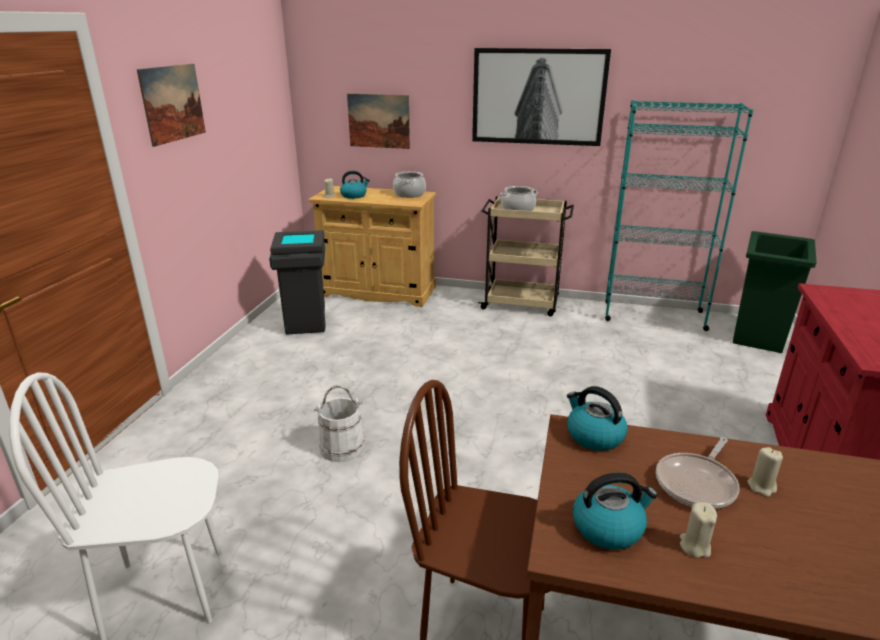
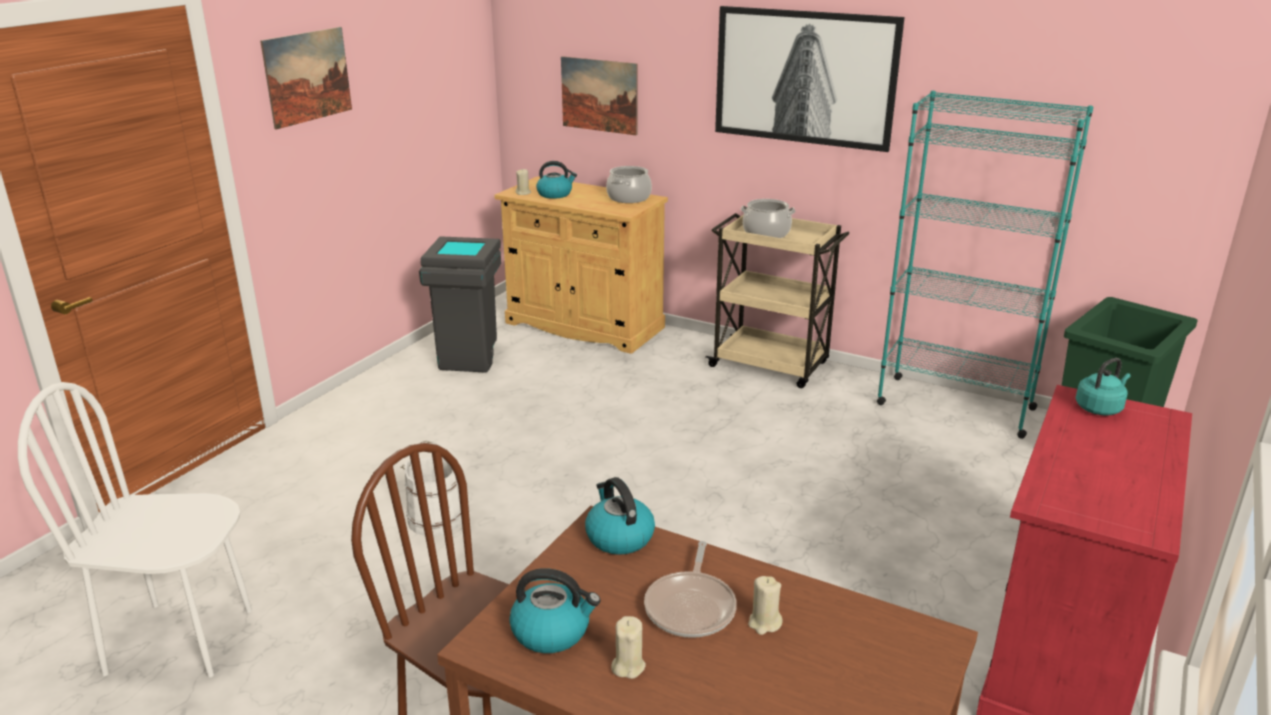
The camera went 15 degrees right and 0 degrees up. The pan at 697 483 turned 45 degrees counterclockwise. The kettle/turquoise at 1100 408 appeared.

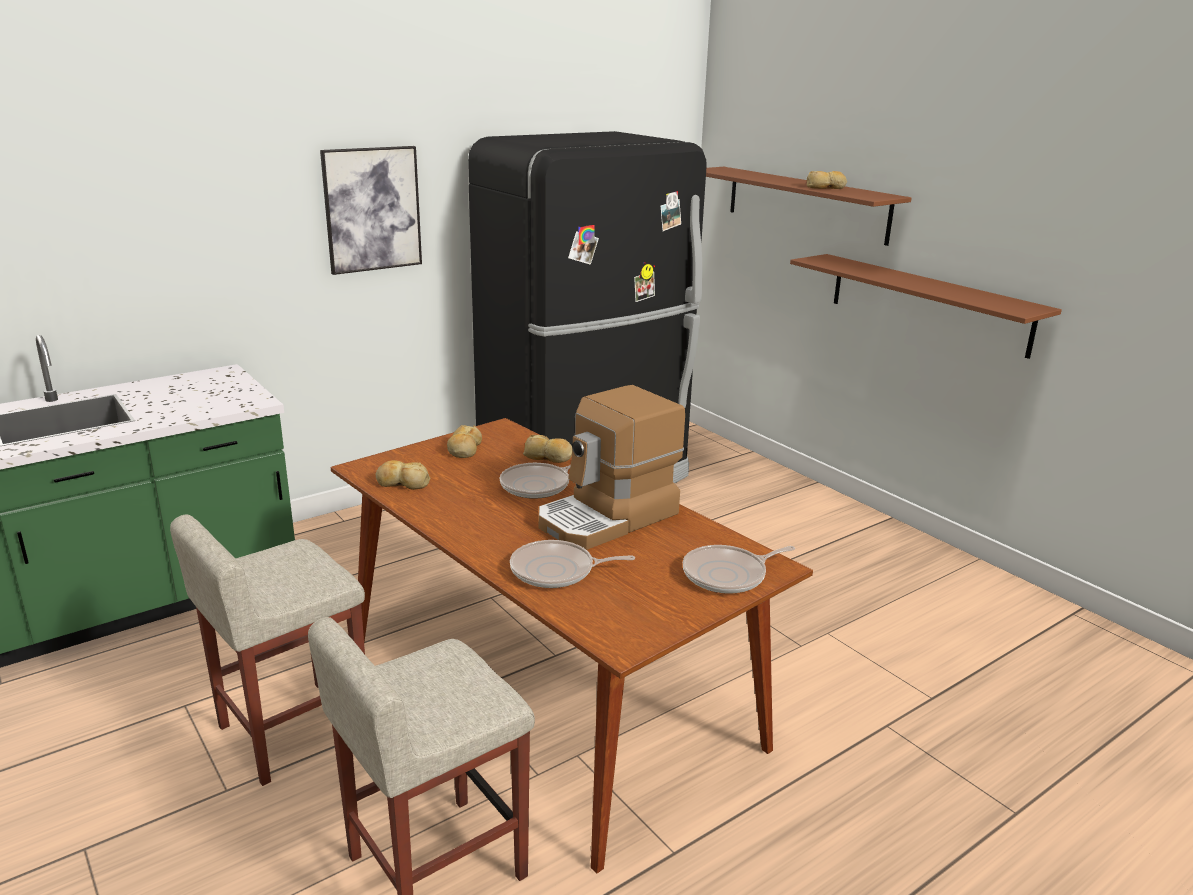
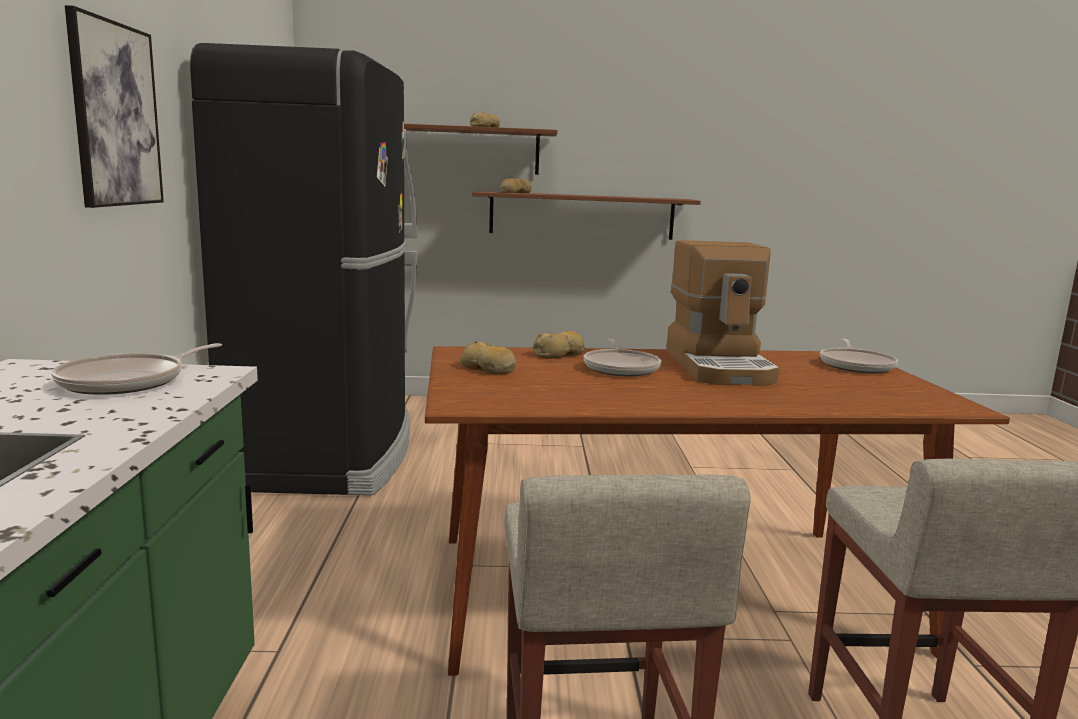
The camera went 55 degrees left and 10 degrees down. The baked bread moved from 402 483 to 515 192. The pan moved from 557 571 to 128 381.

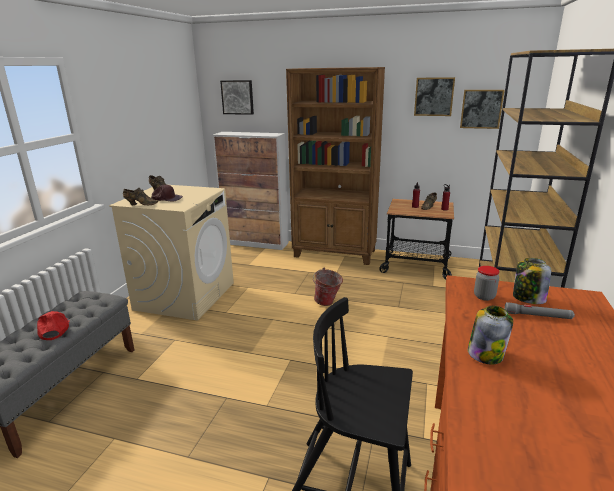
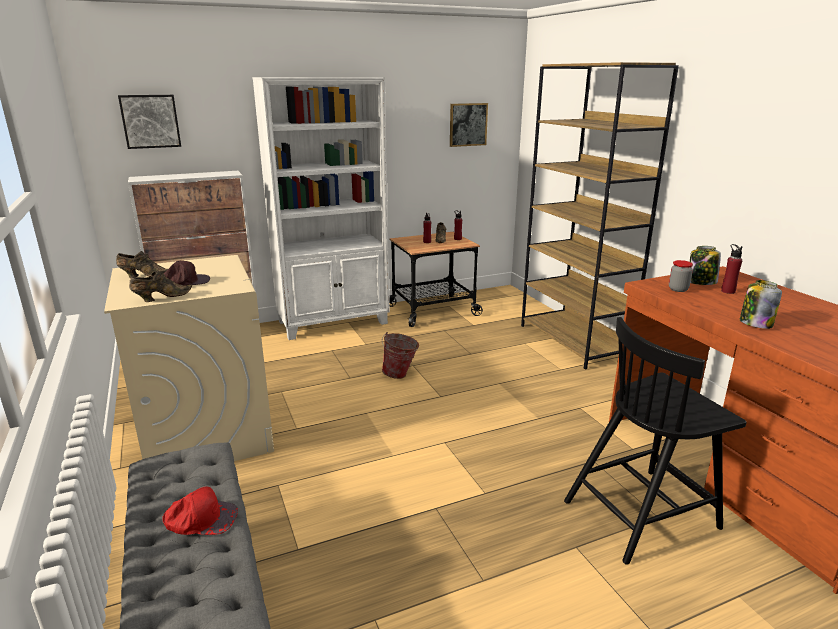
The camera went 40 degrees left and 0 degrees up. The bookcase/brownish at 335 254 became the bookcase/white at 334 323. The wall picture at 434 96 disappeared. The hand torch/grey at 538 316 was replaced by the beverage bottle/red at 728 291. The cap/red at 54 329 turned 150 degrees clockwise.

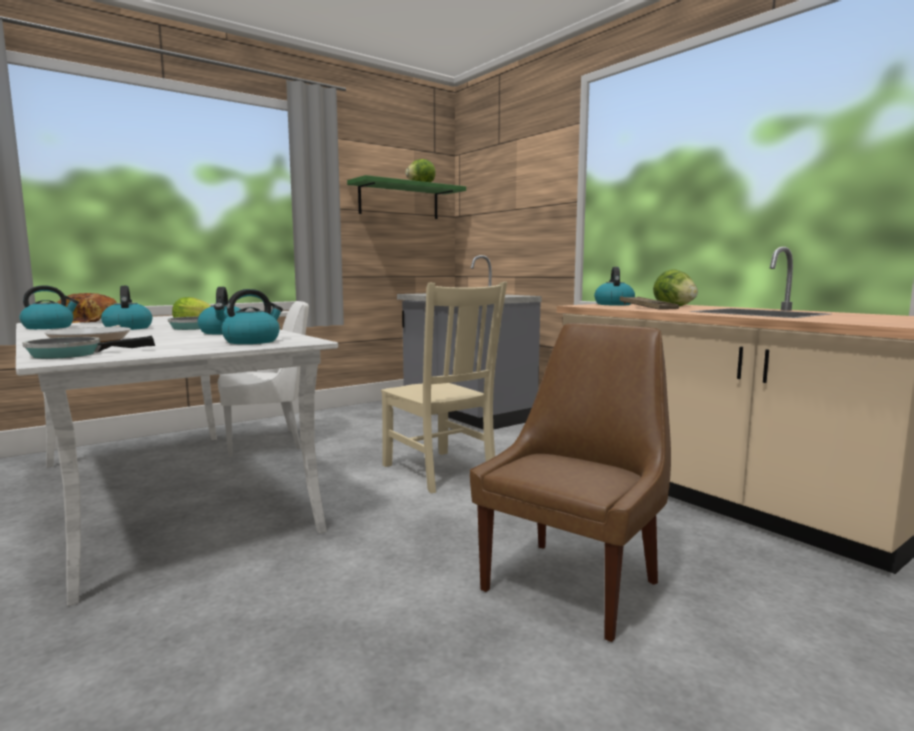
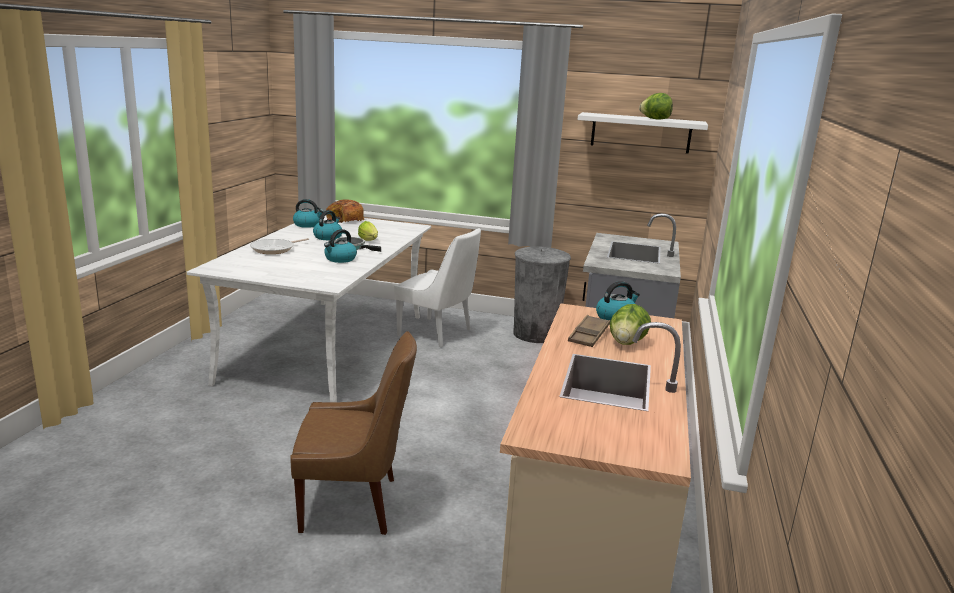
The camera went 50 degrees right and 10 degrees up. The shelf/greenish at 399 201 became the shelf/white at 640 133. The chair/beige at 440 472 disappeared. The kettle at 252 341 disappeared. The pan at 72 354 disappeared. The waste bin/grey at 535 334 appeared.

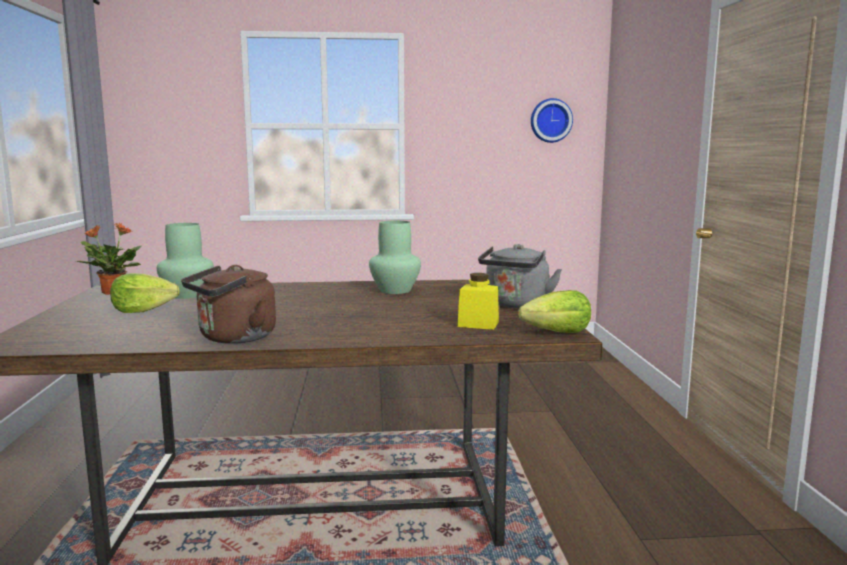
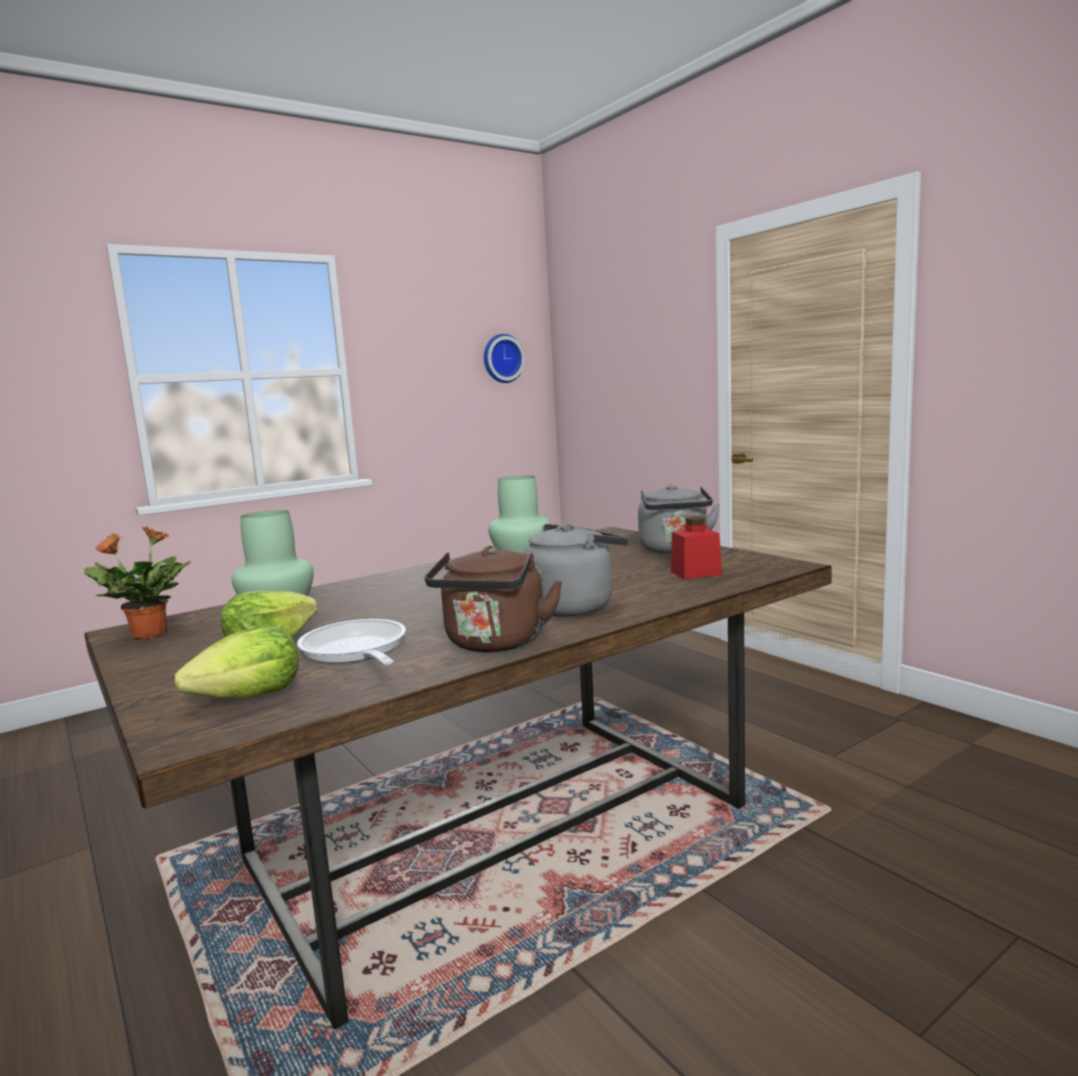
The camera went 30 degrees left and 0 degrees up. The jar/yellow-coloured at 478 324 became the jar/red at 696 573. The head of lettuce moved from 557 332 to 250 696. The kettle/grey at 574 606 appeared. The pan at 355 651 appeared.

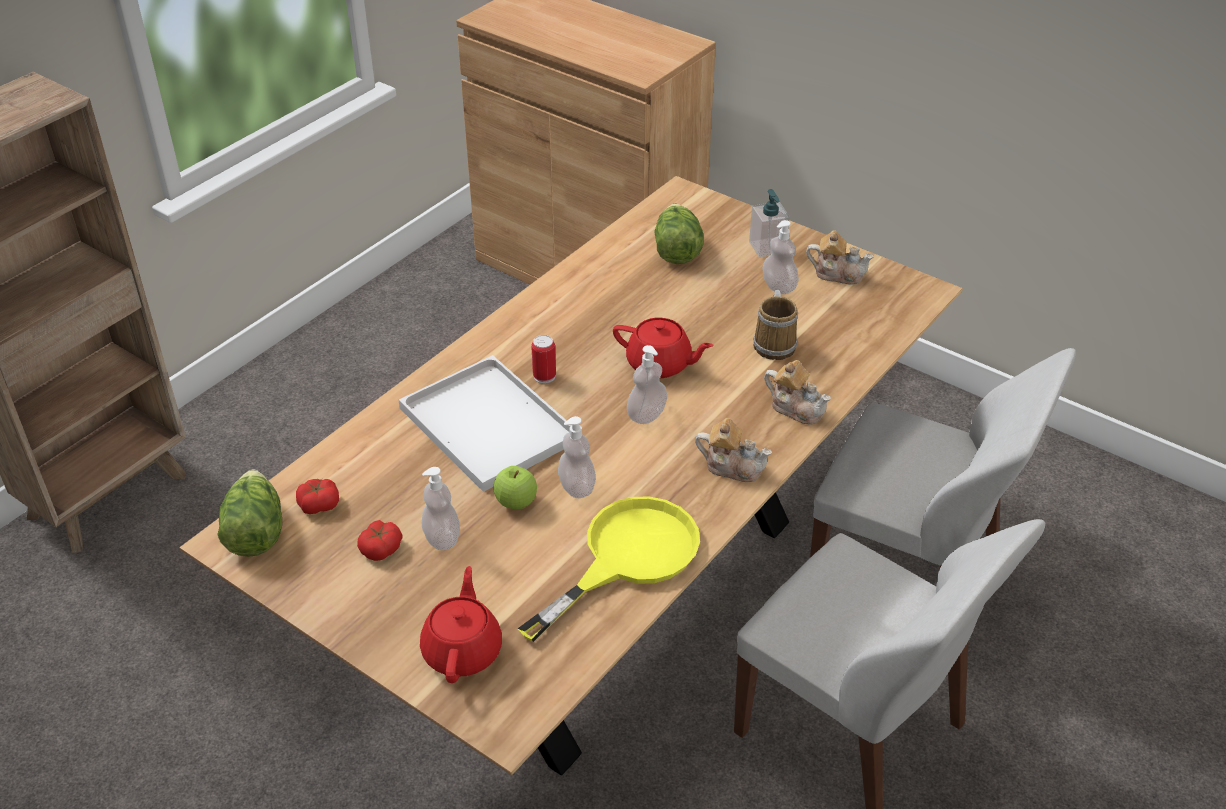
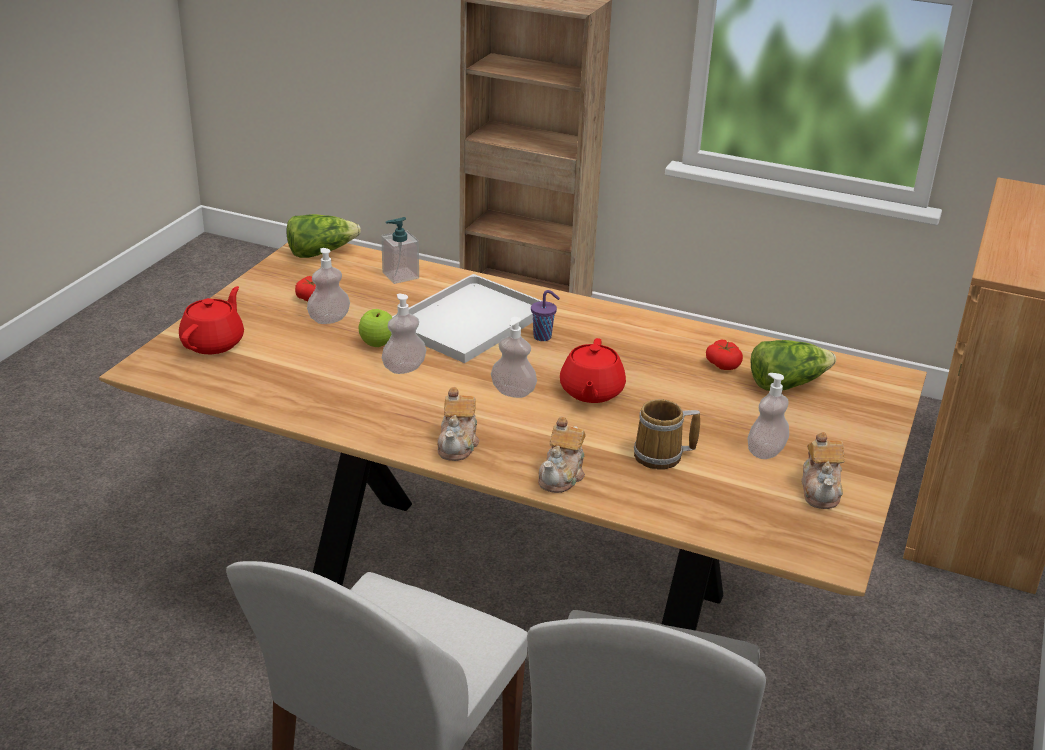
The camera went 75 degrees right and 10 degrees down. The soap dispenser moved from 767 247 to 400 275. The can at 544 376 was replaced by the small cup/purple-coloured at 543 337. The tomato moved from 319 504 to 723 364. The pan/yellow-coloured at 627 557 disappeared. The teapot/red at 463 650 turned 60 degrees counterclockwise.

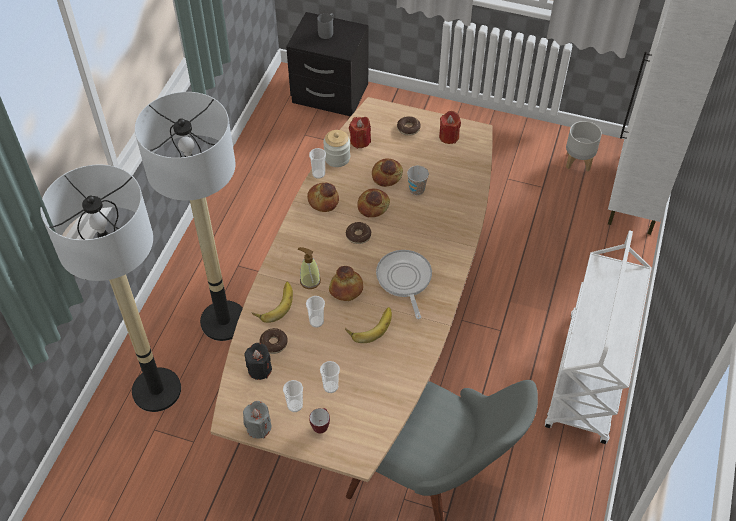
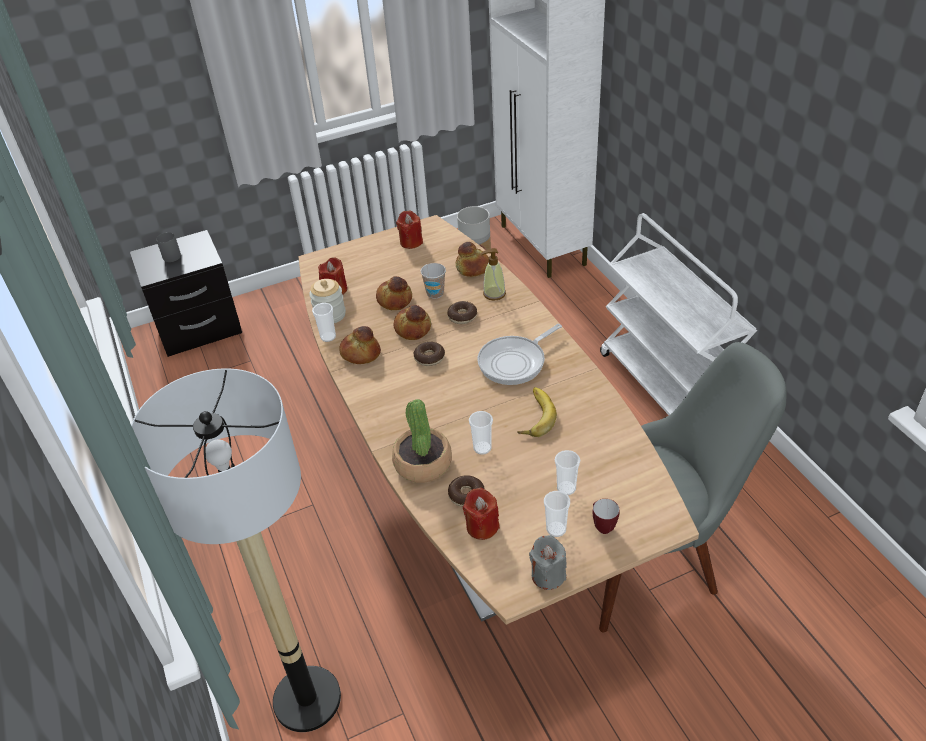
The camera went 40 degrees left and 10 degrees down. The floor lamp at 223 321 disappeared. The donut moved from 408 128 to 462 316. The soap dispenser moved from 310 281 to 494 294. The pan at 404 280 turned 75 degrees counterclockwise. The baked bread moved from 346 289 to 472 268. The banana fruit at 274 303 was replaced by the houseplant at 422 463. The wax light/black-coloured at 259 369 became the wax light/red at 482 526.

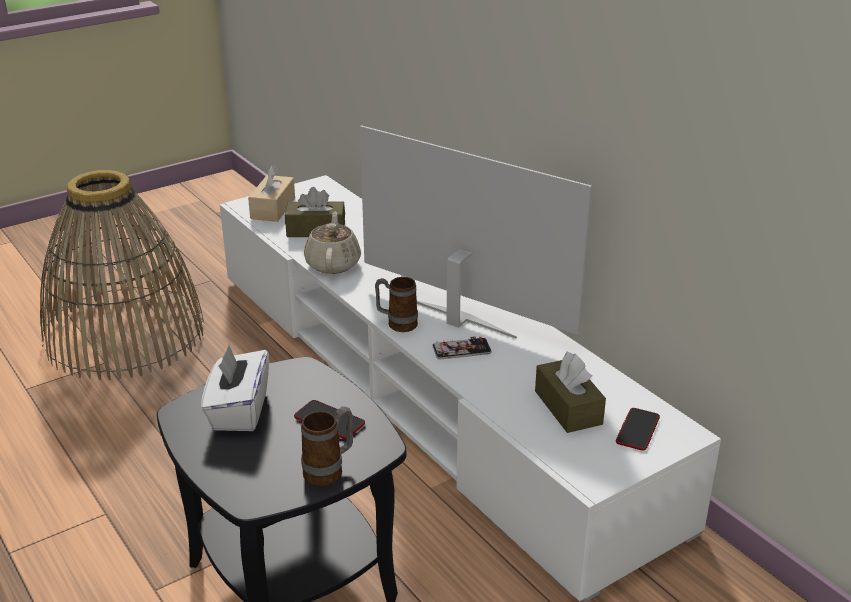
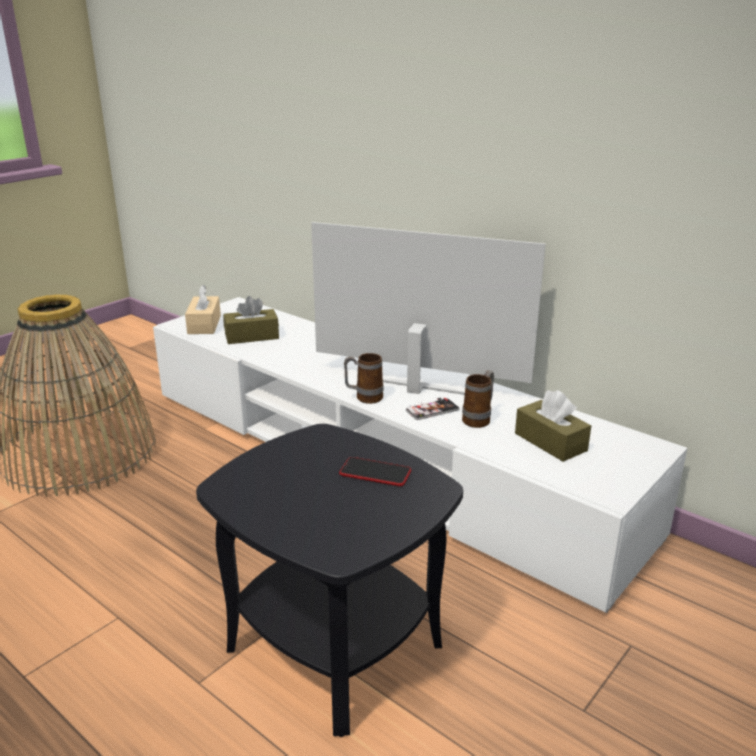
The camera went 15 degrees left and 5 degrees down. The teapot/beige at 333 263 disappeared. The box of tissues/white at 238 411 disappeared. The coffee mug moved from 330 470 to 479 419. The handset at 637 430 disappeared.

